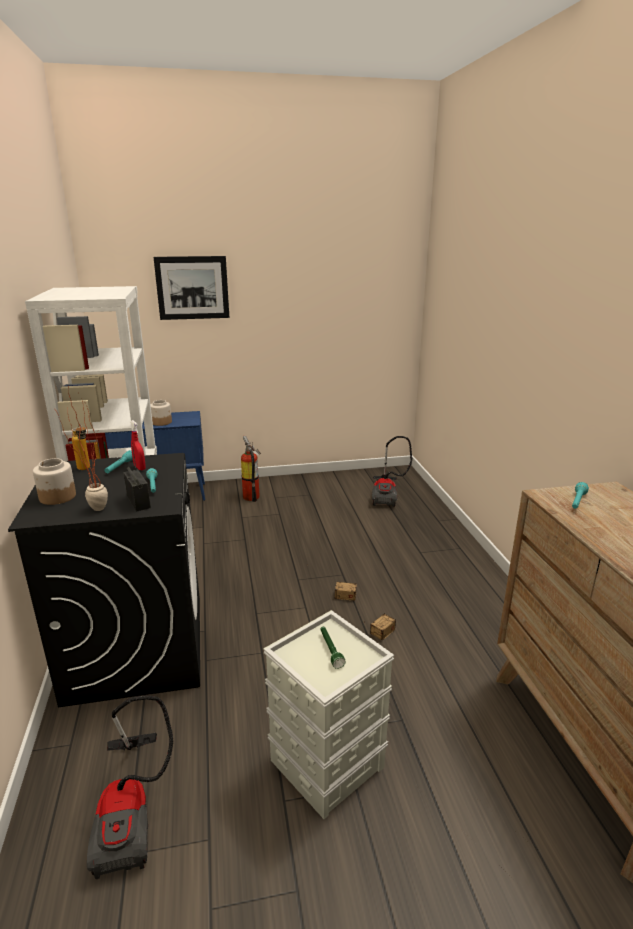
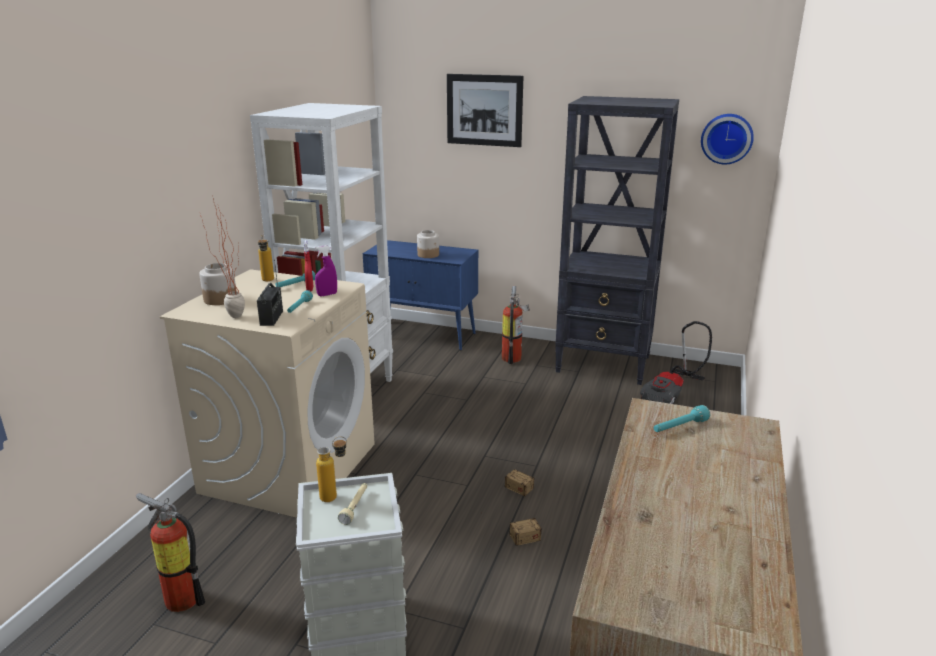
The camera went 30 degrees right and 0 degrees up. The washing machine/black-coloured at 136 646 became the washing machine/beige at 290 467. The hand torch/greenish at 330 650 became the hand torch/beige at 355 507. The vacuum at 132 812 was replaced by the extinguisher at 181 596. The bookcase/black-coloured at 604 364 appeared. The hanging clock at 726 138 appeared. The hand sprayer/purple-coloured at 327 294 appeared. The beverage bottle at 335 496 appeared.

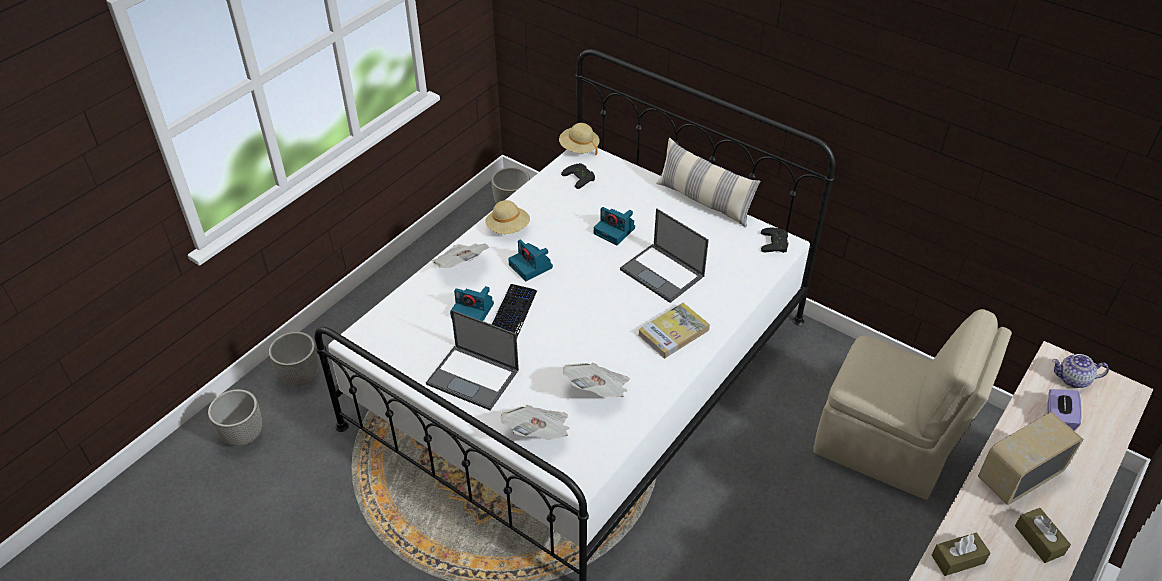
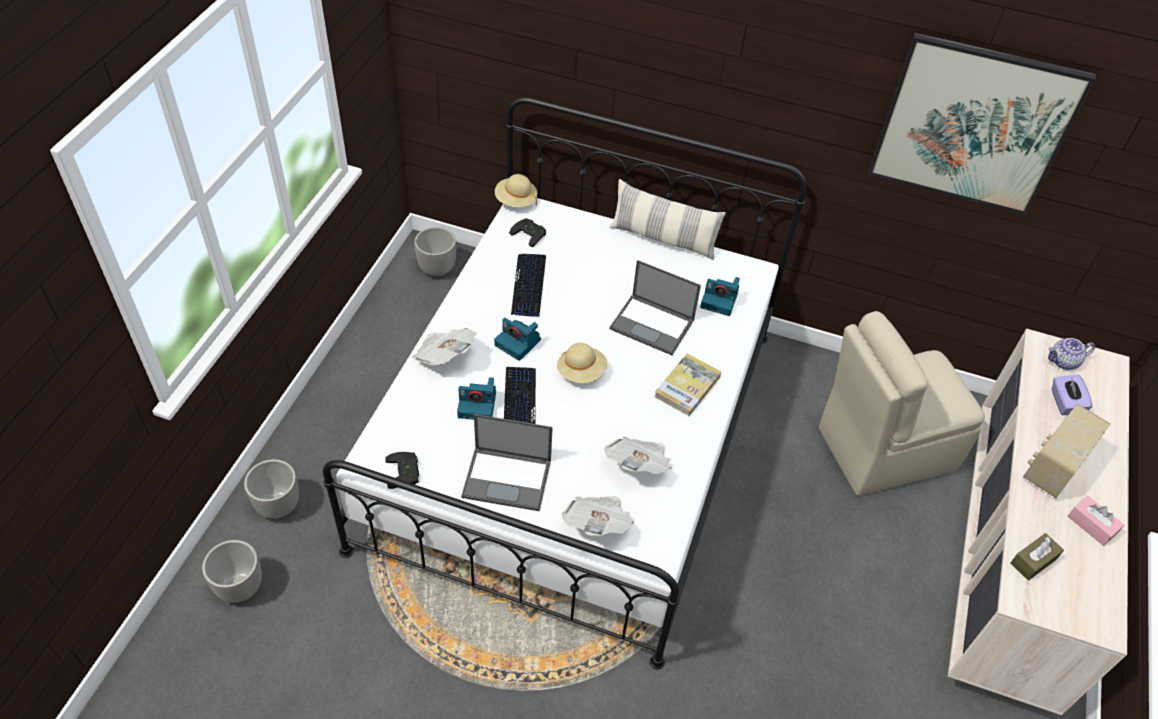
The camera went 20 degrees left and 5 degrees up. The clothing hat/beige moved from 508 228 to 581 372. The still camera moved from 615 231 to 720 300. The gamepad/black-coloured moved from 776 243 to 405 472. The chair/beige at 886 446 turned 150 degrees clockwise. The box of tissues/brownish at 1039 540 became the box of tissues/pink at 1091 525. The wall picture at 973 125 appeared. The keyboard at 529 286 appeared.

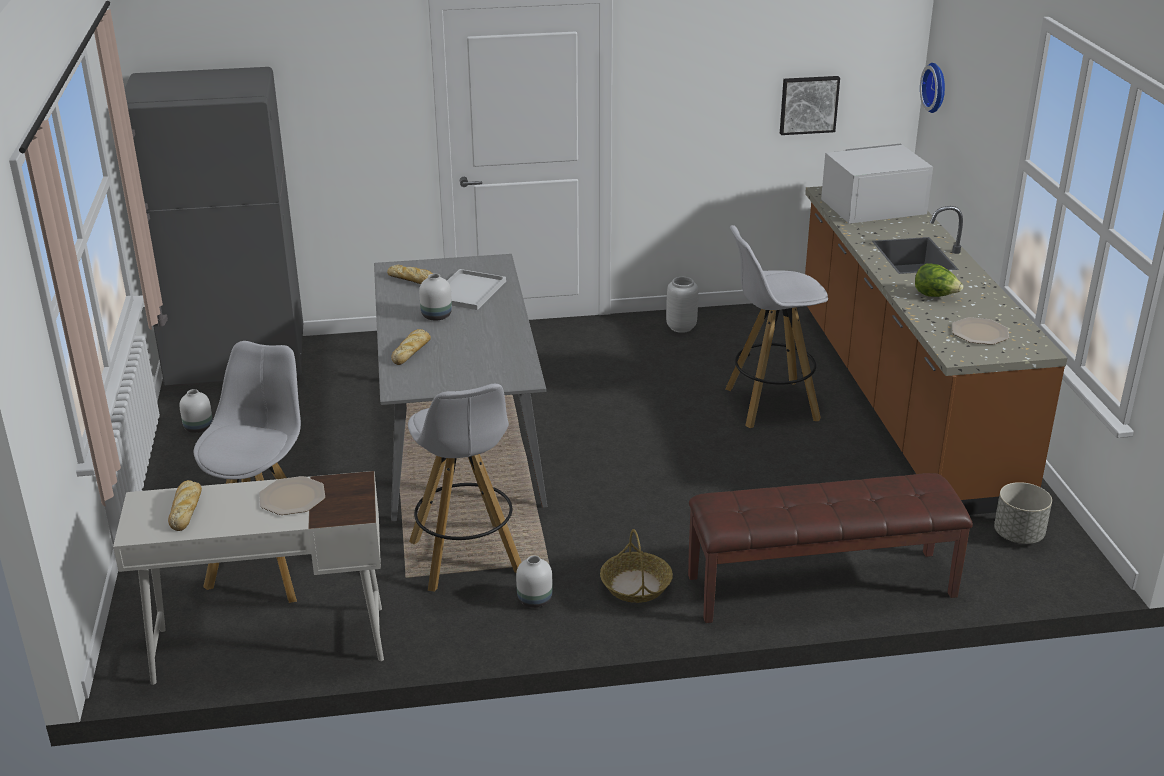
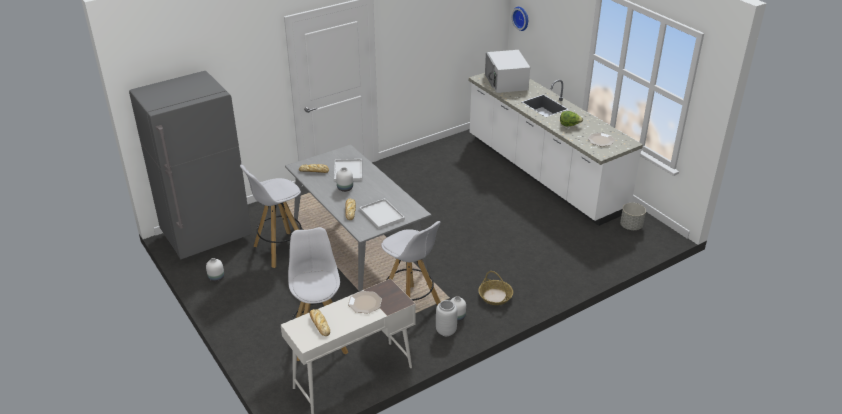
The camera went 25 degrees left and 5 degrees up. The wall picture at 808 104 disappeared. The microwave/white at 872 206 turned 60 degrees counterclockwise. The kitchen base unit/brownish at 901 400 became the kitchen base unit/white at 543 174. The sitting stool/white moved from 769 404 to 280 250. The decorative vase/grey moved from 680 327 to 445 331. The long seat/brownish at 821 587 disappeared. The serving tray/white at 381 214 appeared.

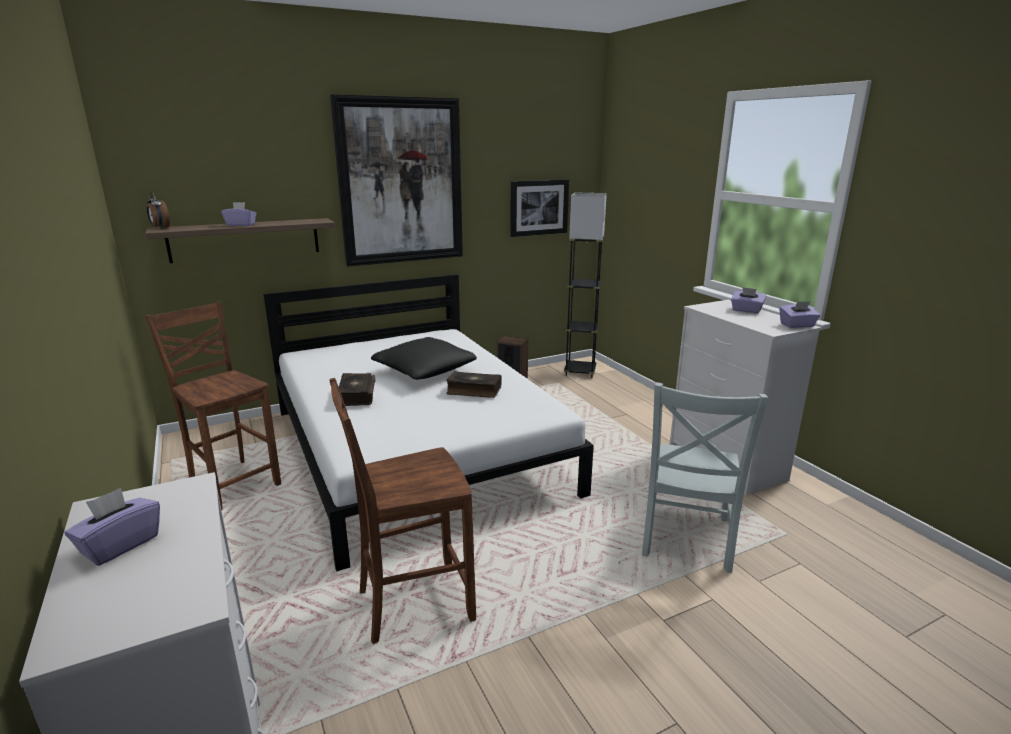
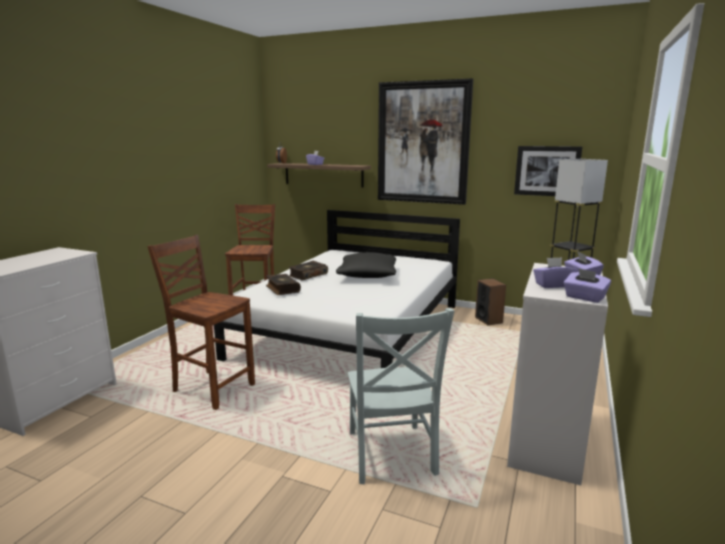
The camera went 50 degrees right and 5 degrees down. The volume moved from 474 391 to 282 289. The chair/grey at 685 540 turned 75 degrees counterclockwise. The box of tissues/purple-coloured moved from 120 545 to 552 285.

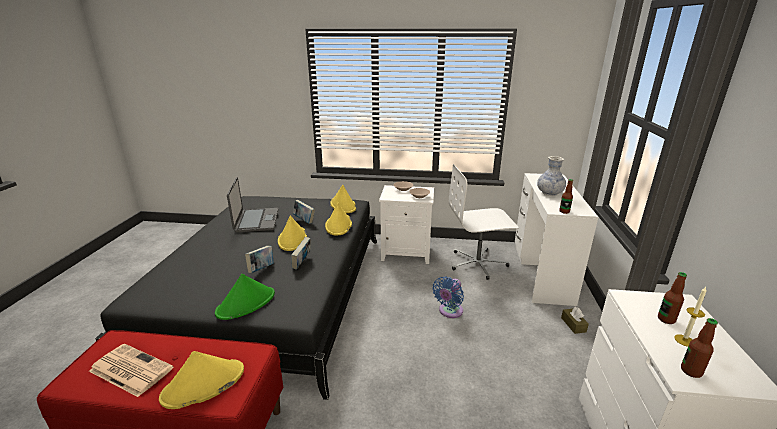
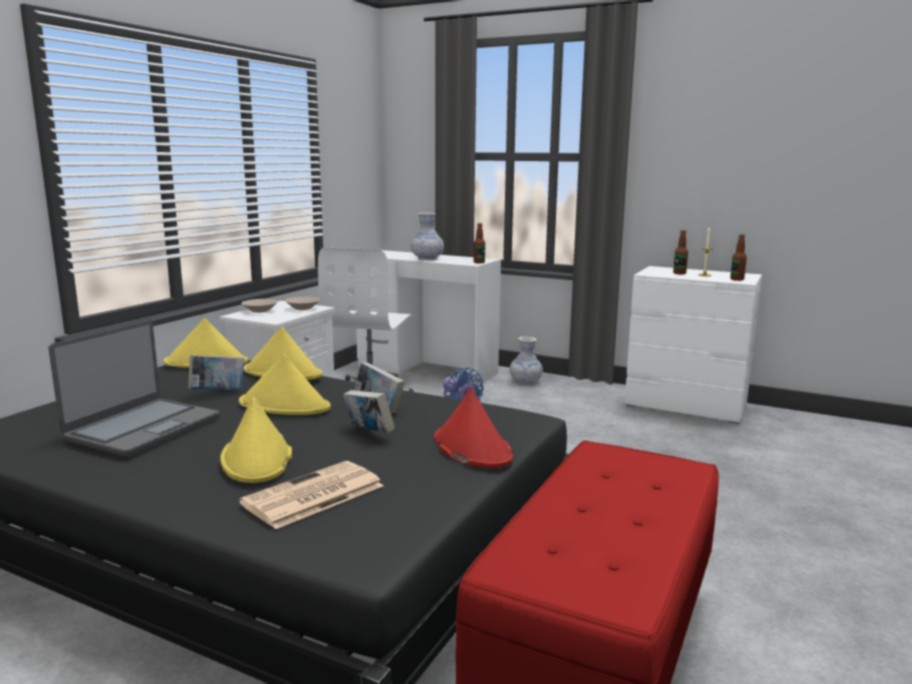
The camera went 70 degrees left and 10 degrees down. The portable computer at 256 221 turned 105 degrees clockwise. The clothing hat/greenish at 246 303 became the clothing hat/red at 471 448. The box of tissues/brownish at 573 325 was replaced by the decorative vase at 525 382. The daily paper moved from 130 369 to 312 496. The clothing hat/yellow-coloured moved from 203 384 to 257 458.

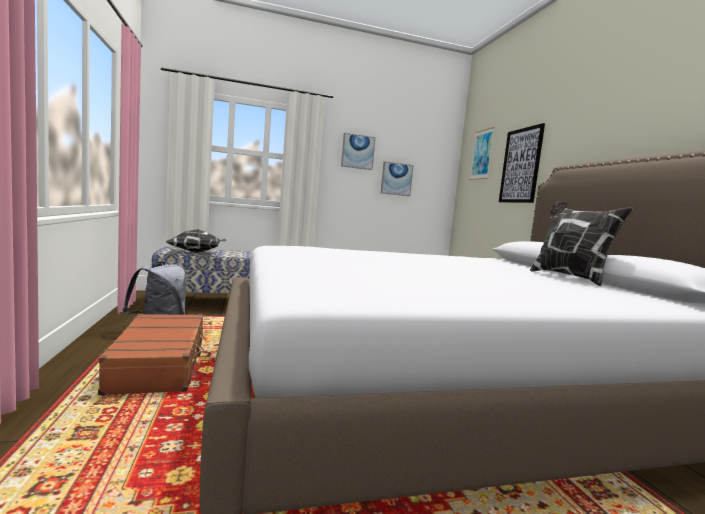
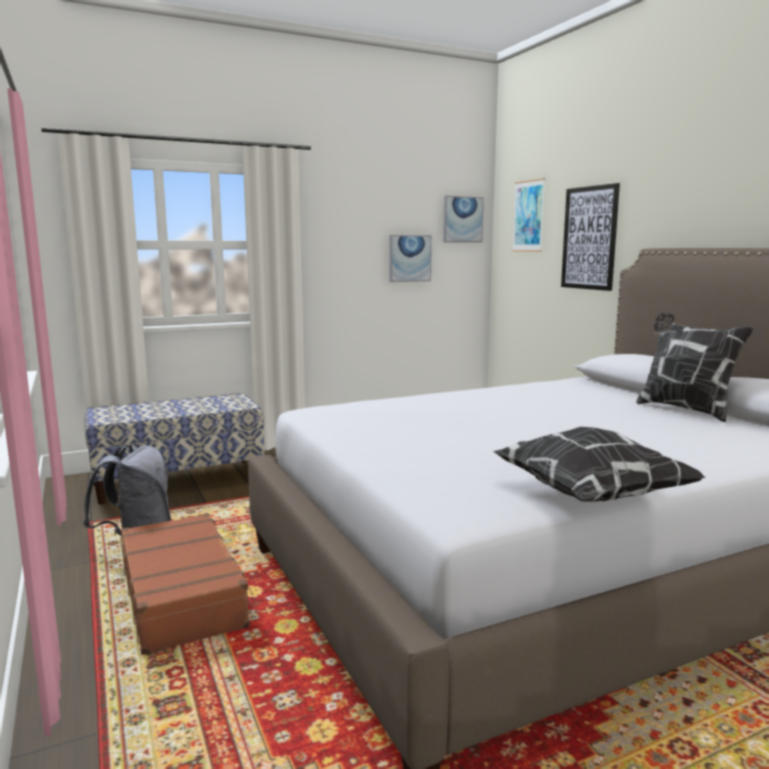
The camera went 10 degrees left and 5 degrees up. The wall picture moved from 358 152 to 462 219. The pillow moved from 197 252 to 590 495.

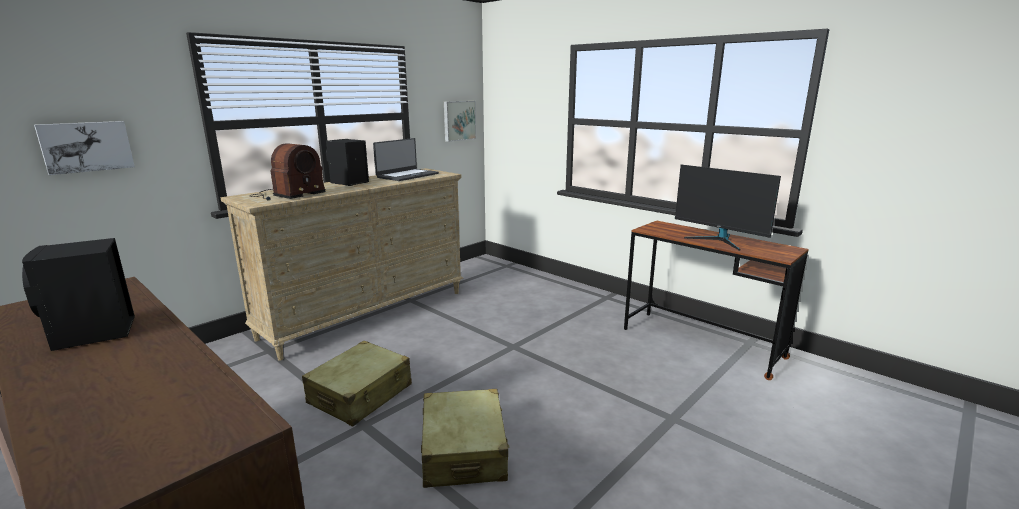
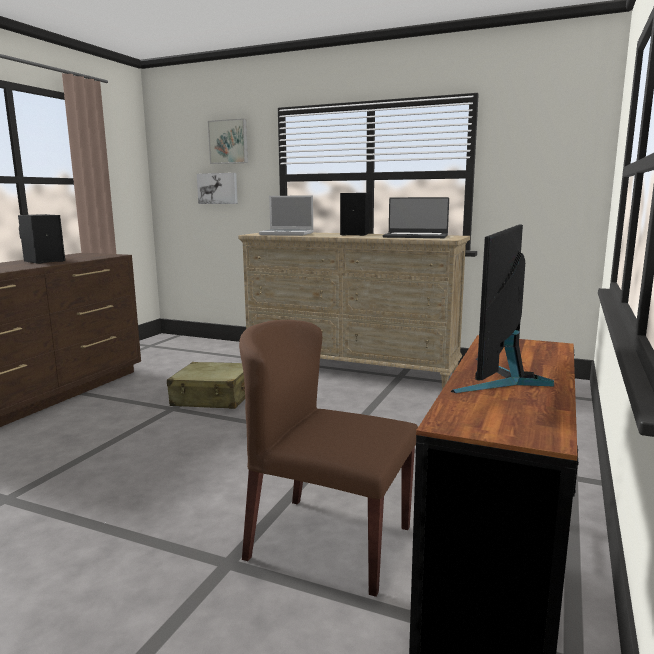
The camera went 70 degrees right and 5 degrees down. The wall picture moved from 458 120 to 229 142. The radio at 287 195 was replaced by the portable computer at 287 234. The suitcase/beige at 464 451 disappeared. The chair/brownish at 328 542 appeared.

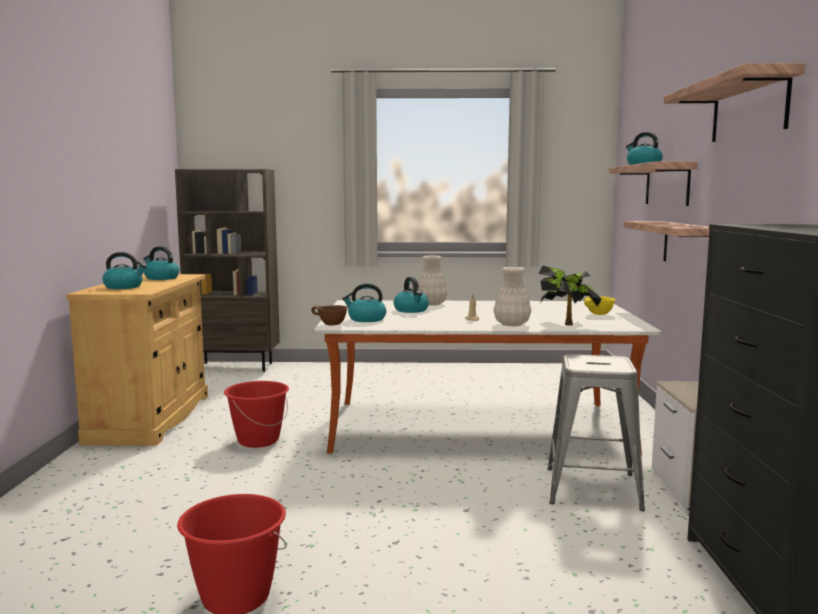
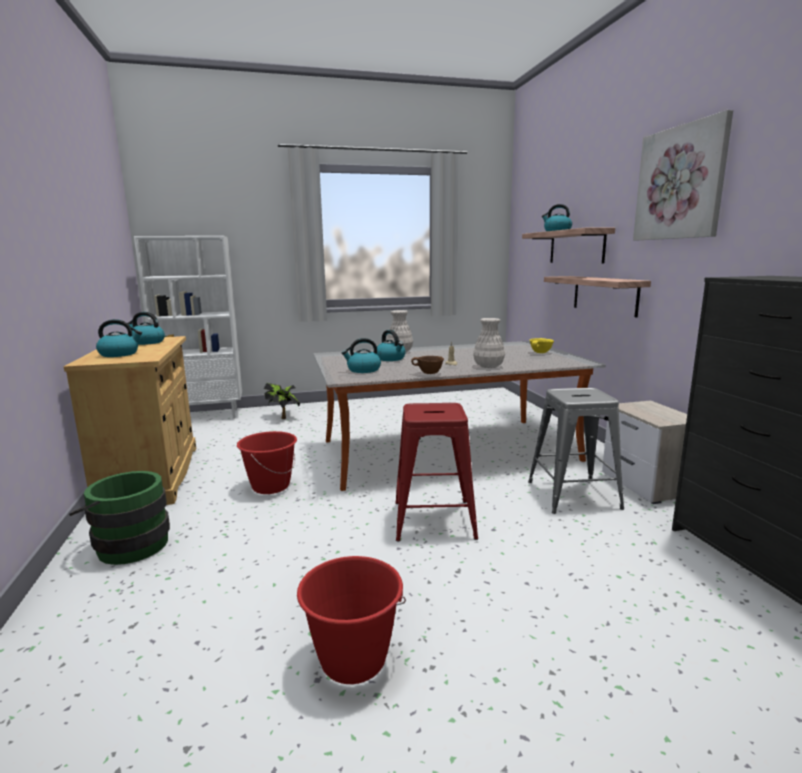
The camera went 15 degrees left and 5 degrees up. The shelf at 748 109 was replaced by the wall picture at 680 183. The bookcase/brownish at 235 367 became the bookcase/white at 204 416. The houseplant moved from 567 323 to 283 417. The serving bowl/brownish moved from 331 325 to 429 373. The sitting stool/red at 434 519 appeared. The pail/greenish at 128 545 appeared.

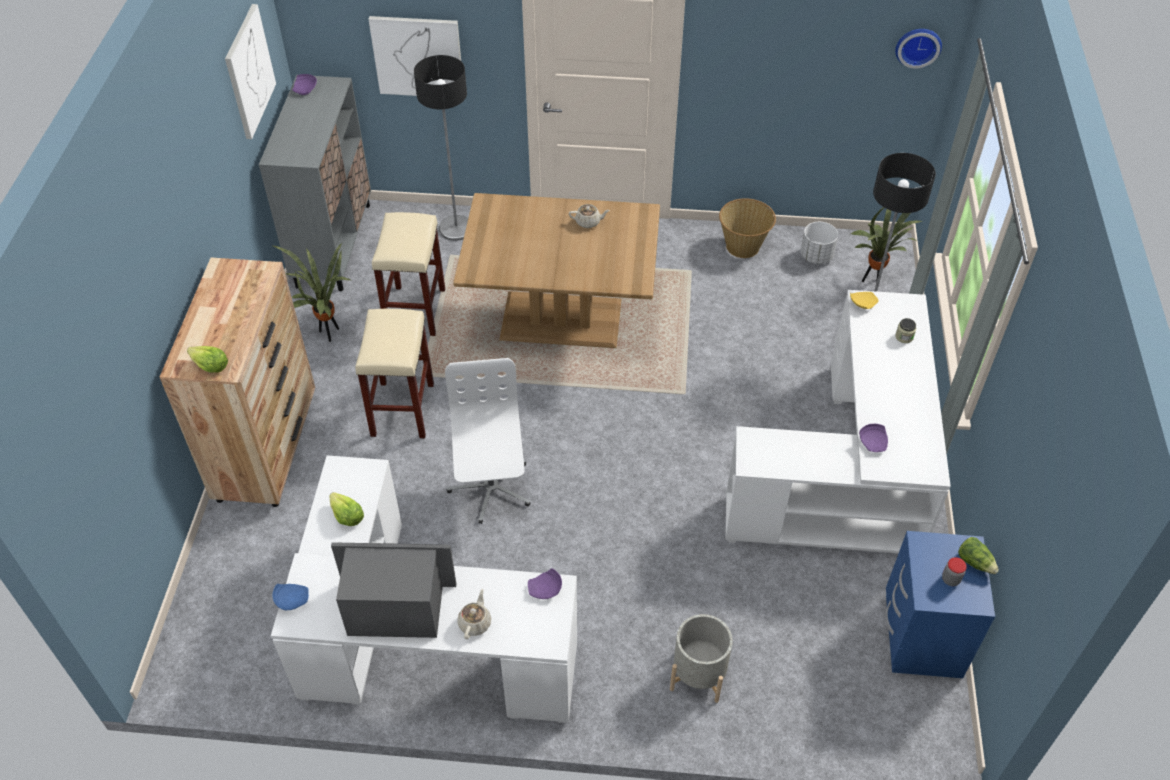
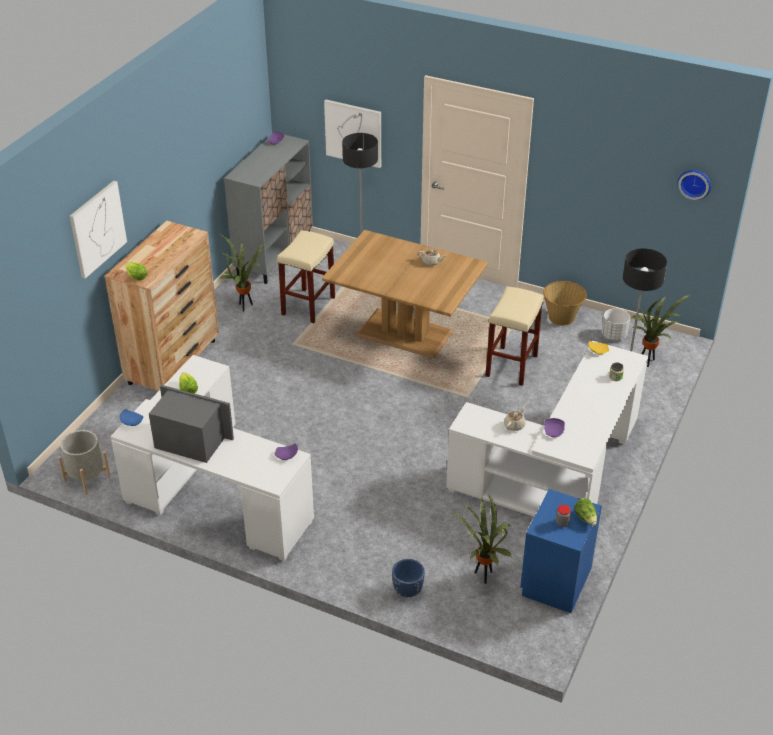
The camera went 20 degrees right and 10 degrees down. The wall picture moved from 249 71 to 97 228. The sitting stool/beige moved from 403 410 to 511 366. The computer chair/white at 490 488 disappeared. The teapot/beige moved from 475 623 to 514 425. The plant pot/grey moved from 698 674 to 87 478. The houseplant at 483 576 appeared. The plant pot/blue at 408 590 appeared.

